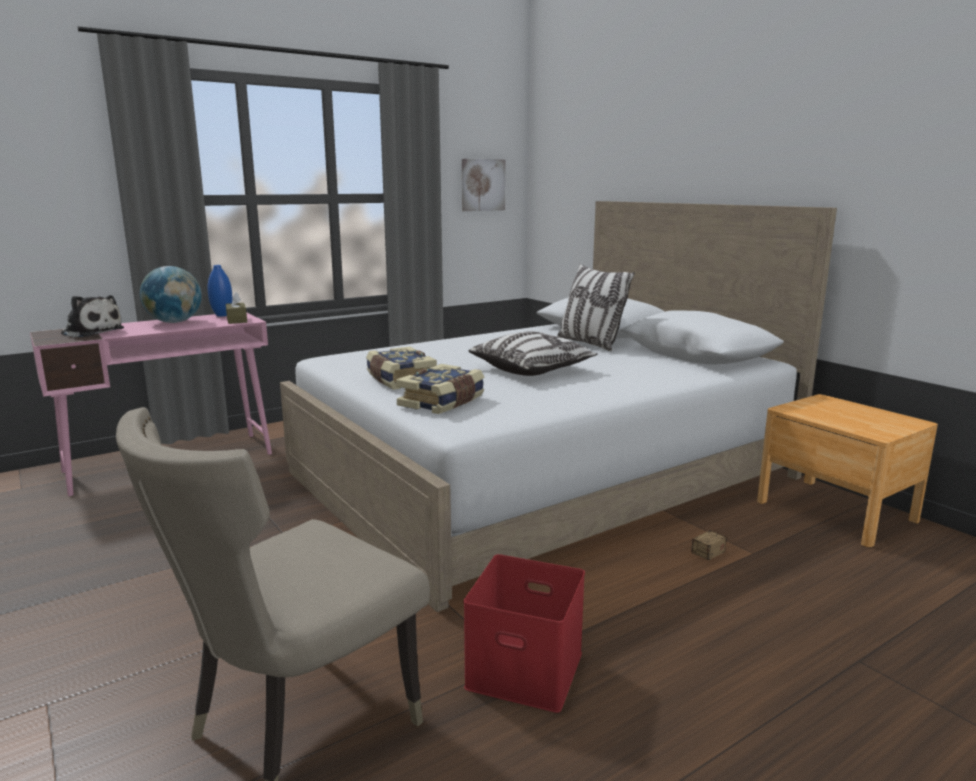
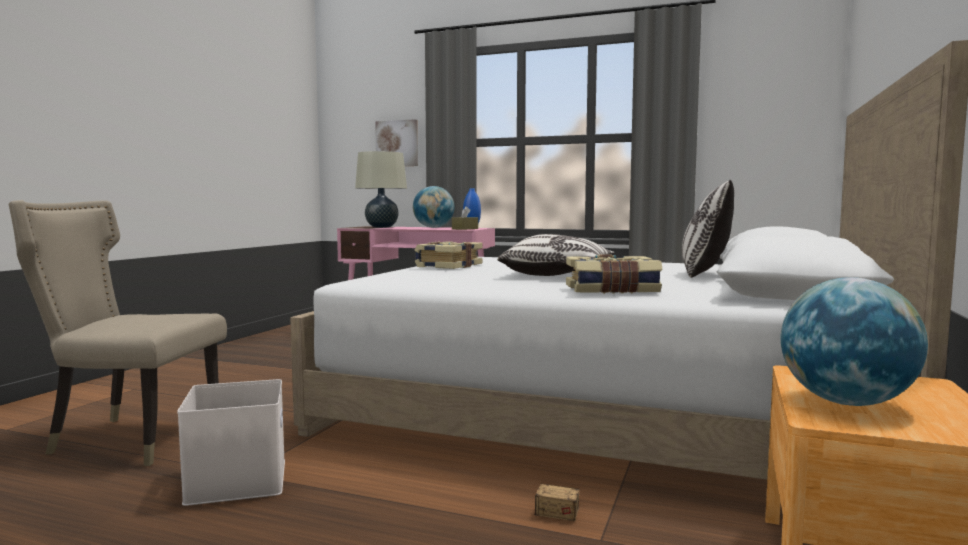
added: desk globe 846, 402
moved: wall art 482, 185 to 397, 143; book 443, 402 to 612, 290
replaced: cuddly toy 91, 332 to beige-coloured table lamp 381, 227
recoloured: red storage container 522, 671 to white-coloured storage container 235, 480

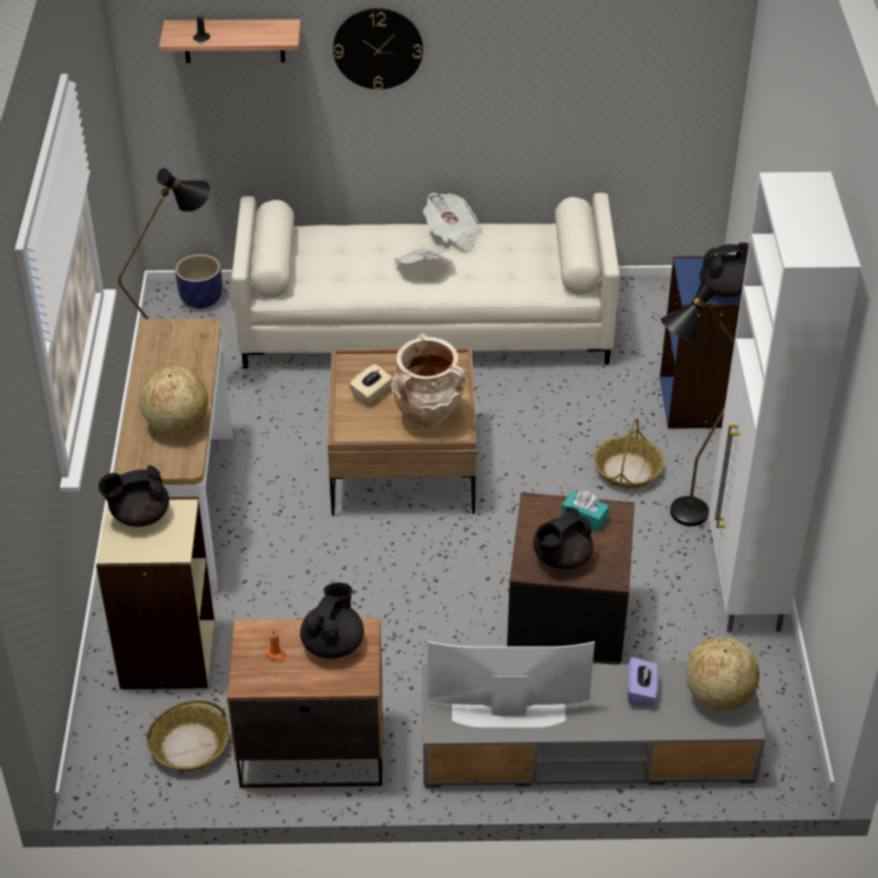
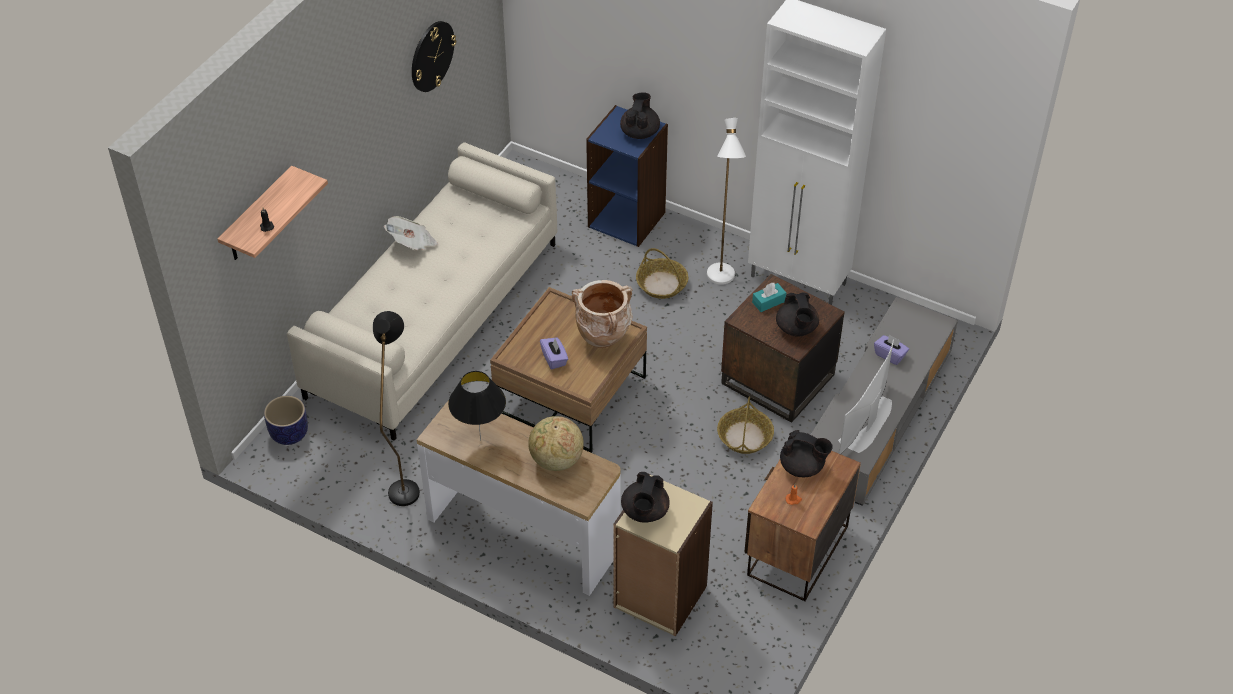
removed: printed paper 422, 267; desk globe 718, 696
added: blackish table lamp 480, 440
moved: hanging clock 378, 48 to 431, 56; basket 189, 746 to 745, 437
recoloured: blackish standard lamp 677, 518 to white-coloured standard lamp 721, 282; beige-coloured box of tissues 371, 394 to purplish box of tissues 554, 359
turned: blackish tea pot 333, 644 = 802, 467 150 degrees clockwise

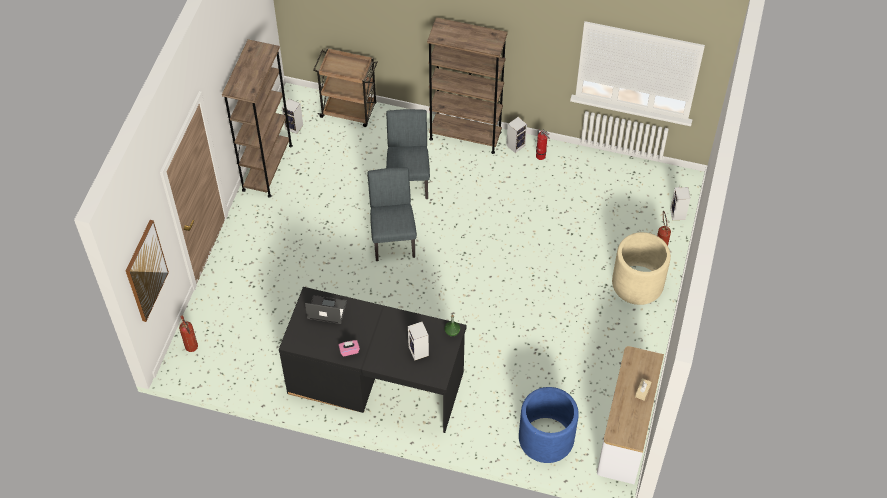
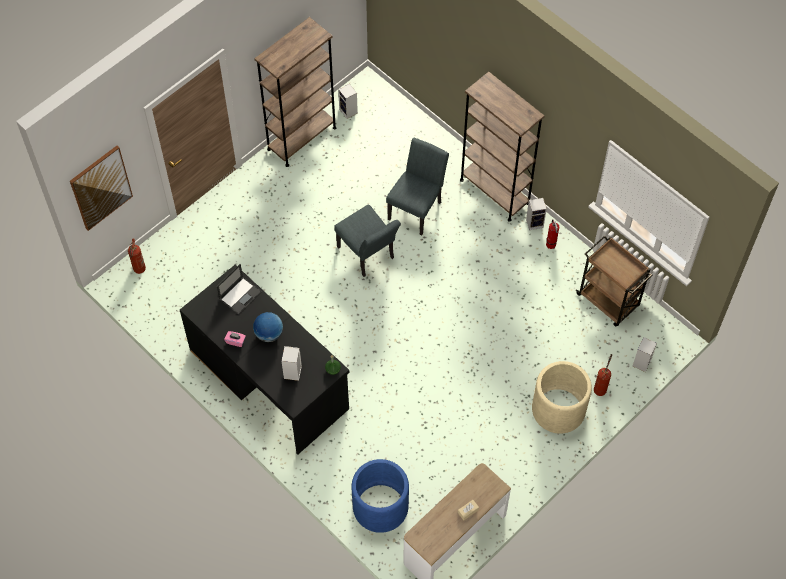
added: desk globe 269, 334
moved: brown-coloured cart 349, 111 to 608, 301
turned: greyish plain chair 393, 237 = 368, 255 120 degrees clockwise; notebook computer 326, 310 = 240, 295 90 degrees clockwise

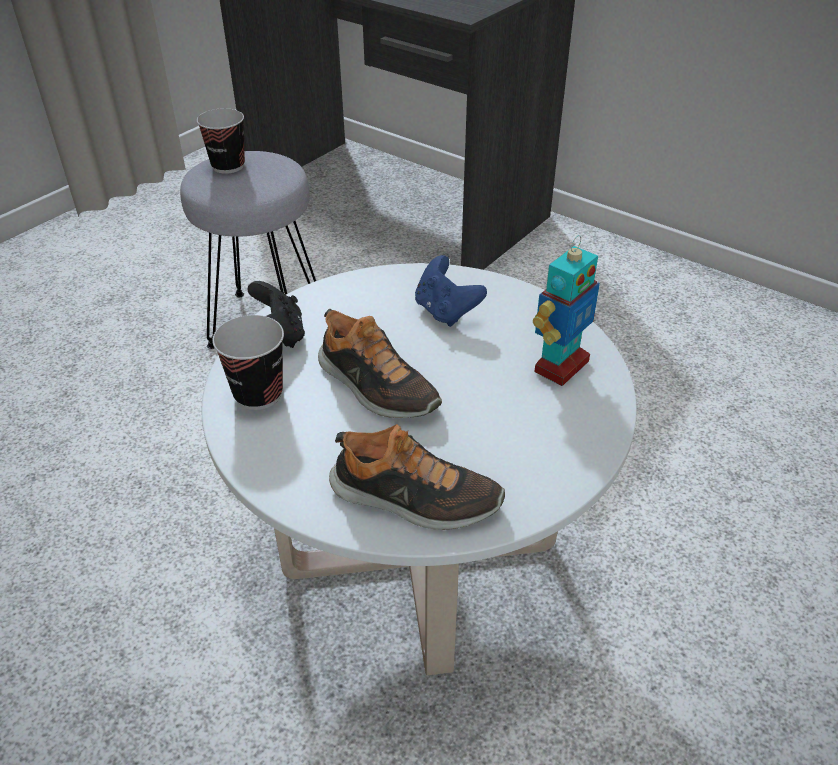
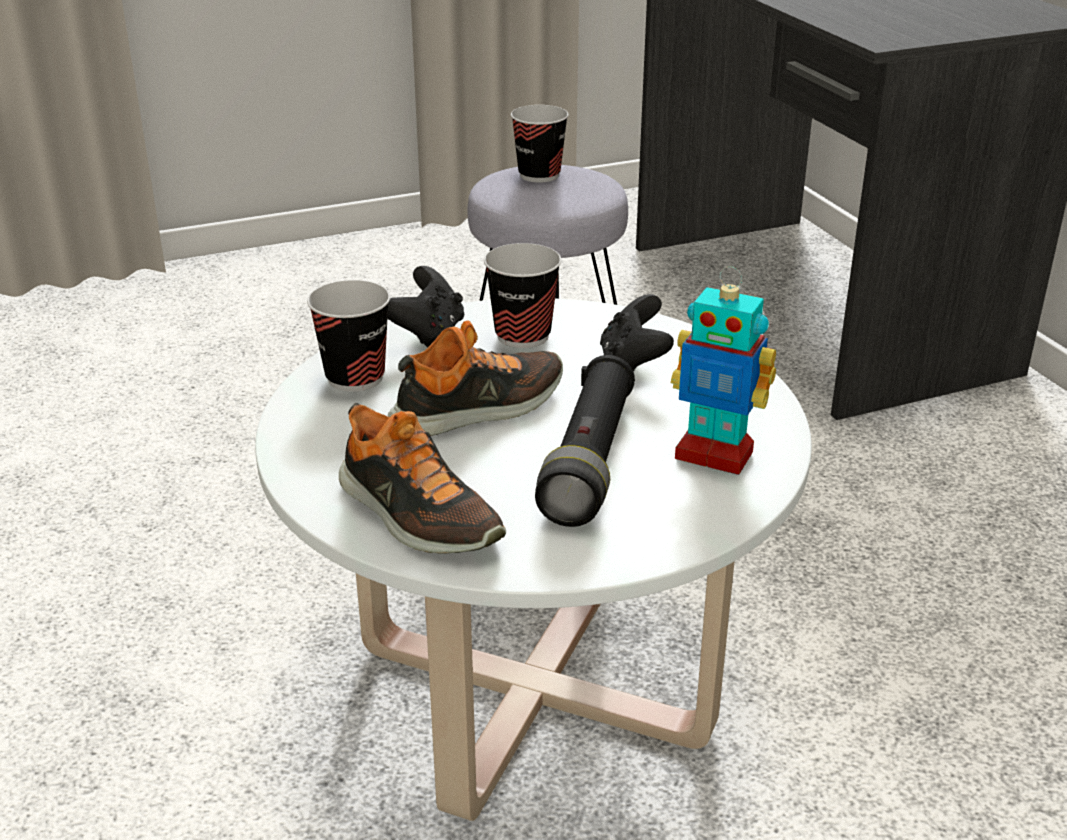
added: drinking cup 522, 336; blackish torch 589, 461
recoloured: blue-coloured joypad 446, 311 to blackish joypad 633, 364
turned: model robot 560, 366 = 714, 454 45 degrees clockwise; shoe 375, 387 = 480, 408 105 degrees counterclockwise

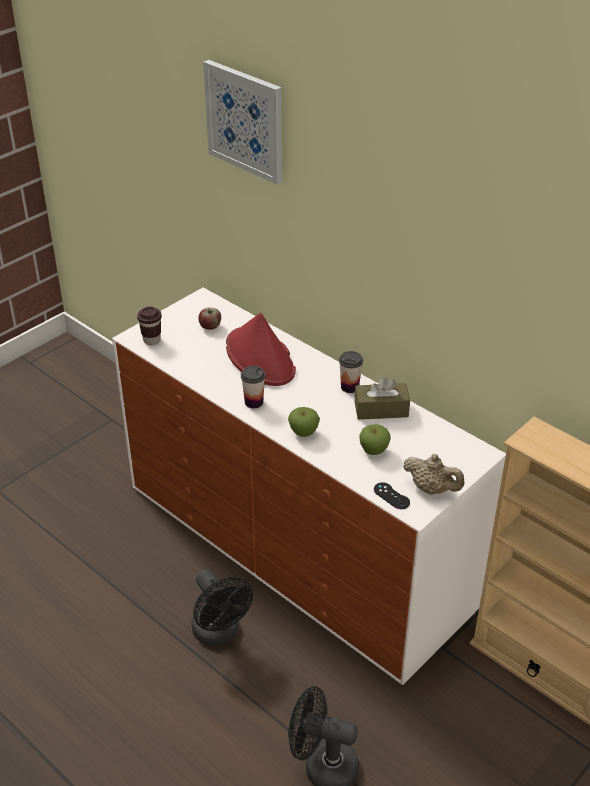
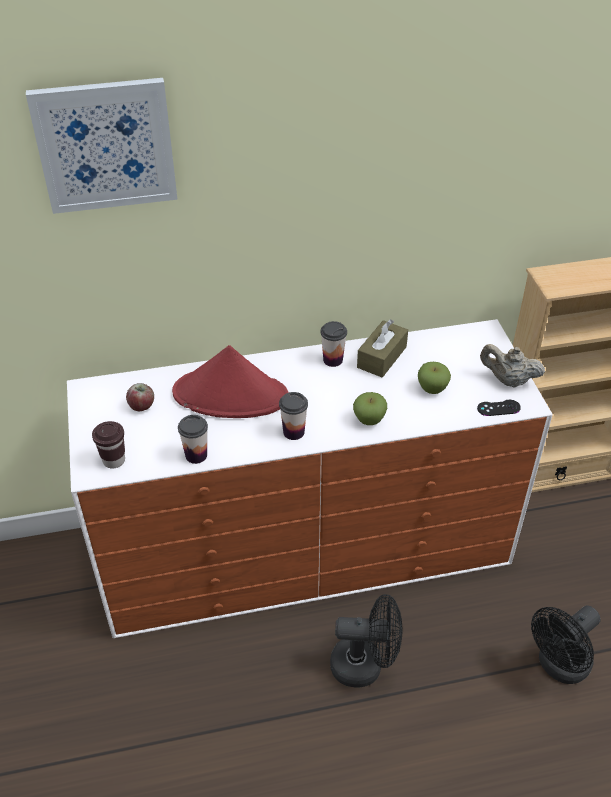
added: drinking cup 196, 455
turned: beige-coloured tea pot 432, 489 = 508, 380 135 degrees counterclockwise

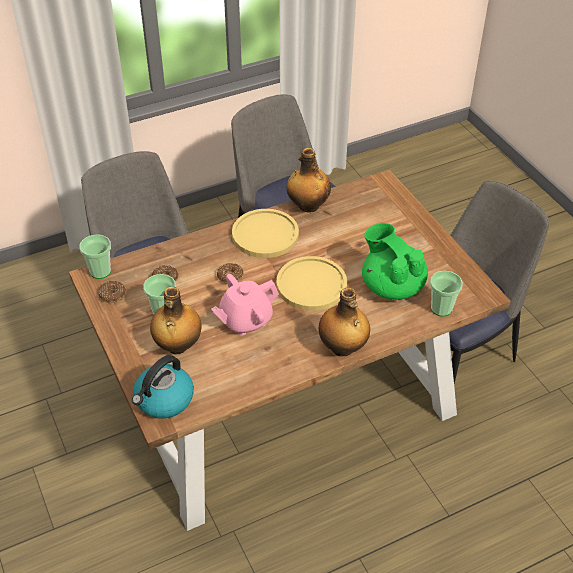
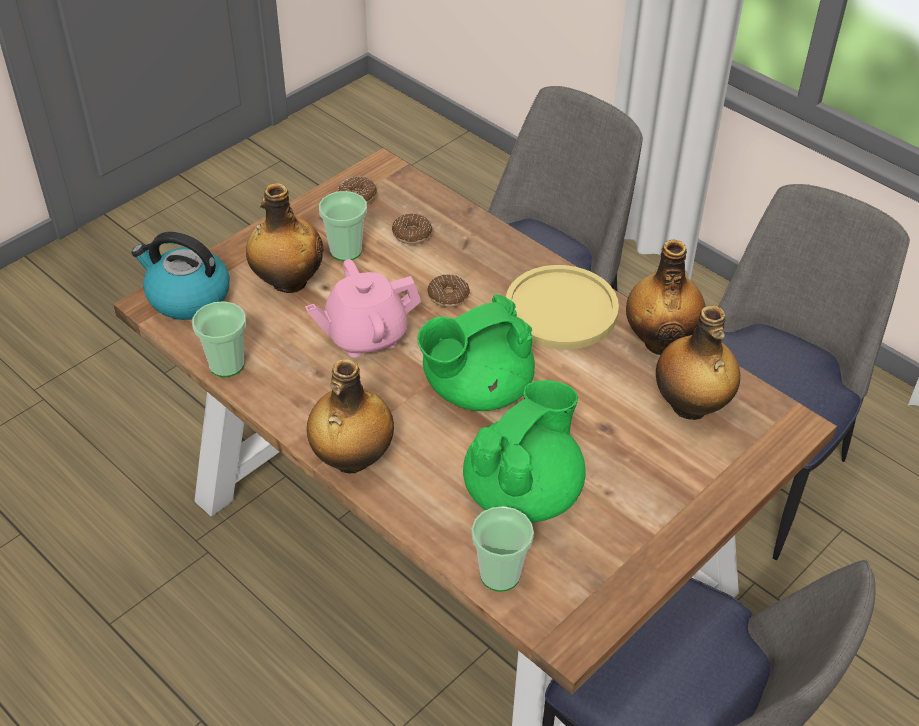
added: drink bottle 690, 407
moved: drinking cup 100, 271 to 226, 365
replaced: yellow dinner plate 311, 284 to green-coloured tea pot 475, 390
turned: pinkish tea pot 245, 320 = 365, 336 60 degrees counterclockwise

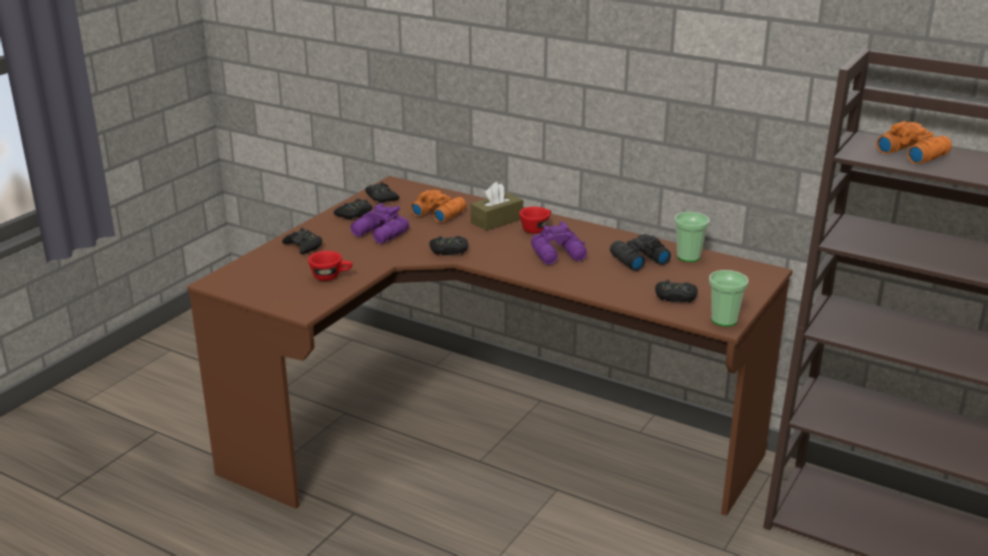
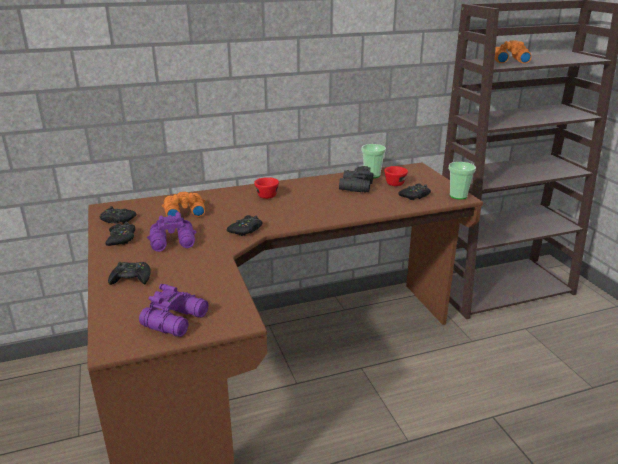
removed: brown-coloured box of tissues 496, 220
moved: purplish field glasses 559, 255 to 177, 320; red drinking cup 331, 276 to 396, 183

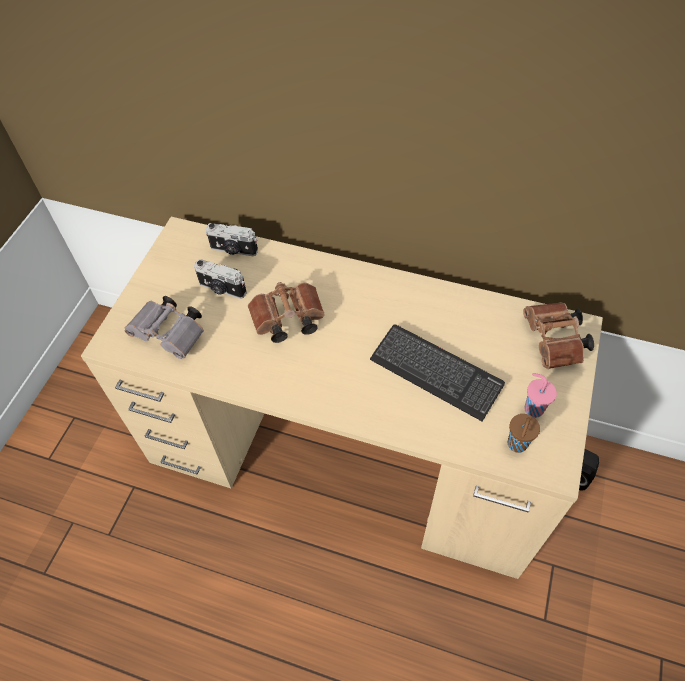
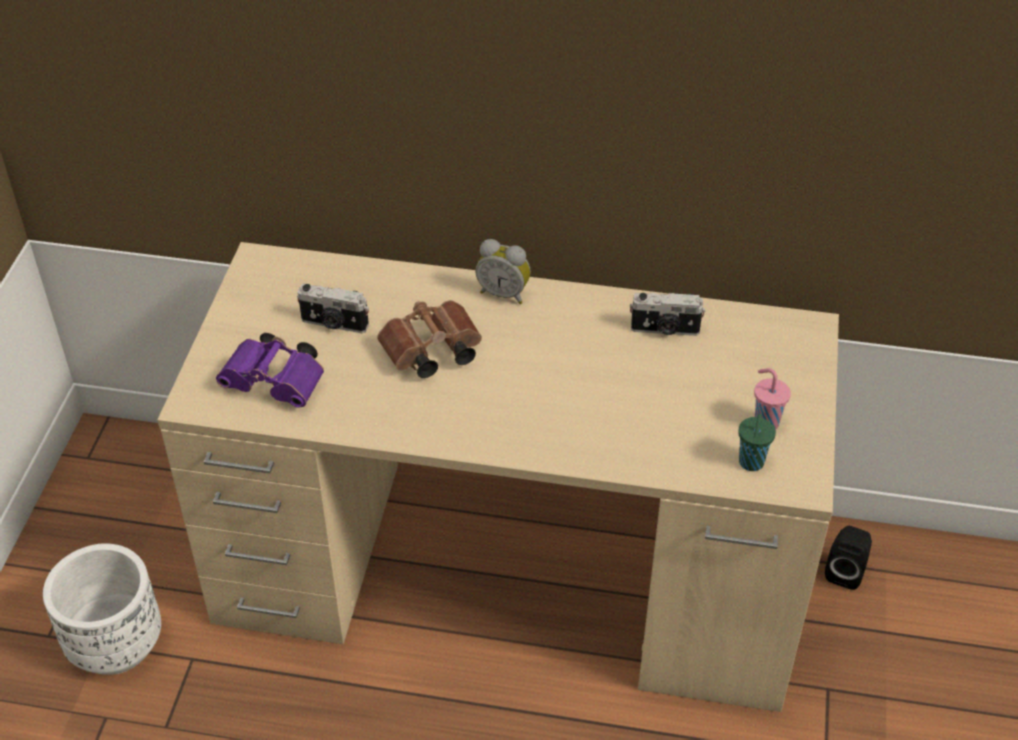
removed: brown-coloured field glasses 554, 343; keyboard 435, 373
added: bedside clock 504, 293; white-coloured flower pot 116, 645
moved: photo camera 233, 250 to 665, 330
recoloured: greyish field glasses 171, 335 to purplish field glasses 277, 384; brown-coloured drinking cup 516, 445 to green-coloured drinking cup 751, 463

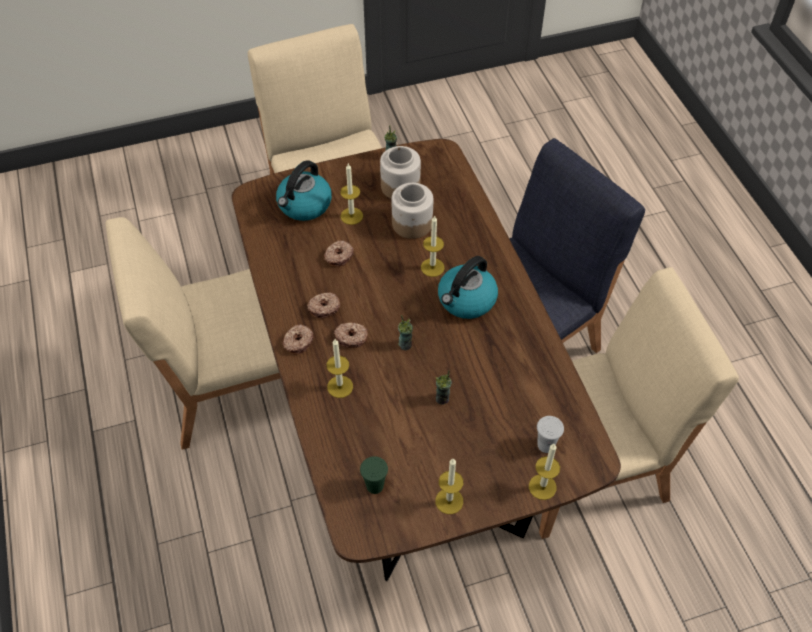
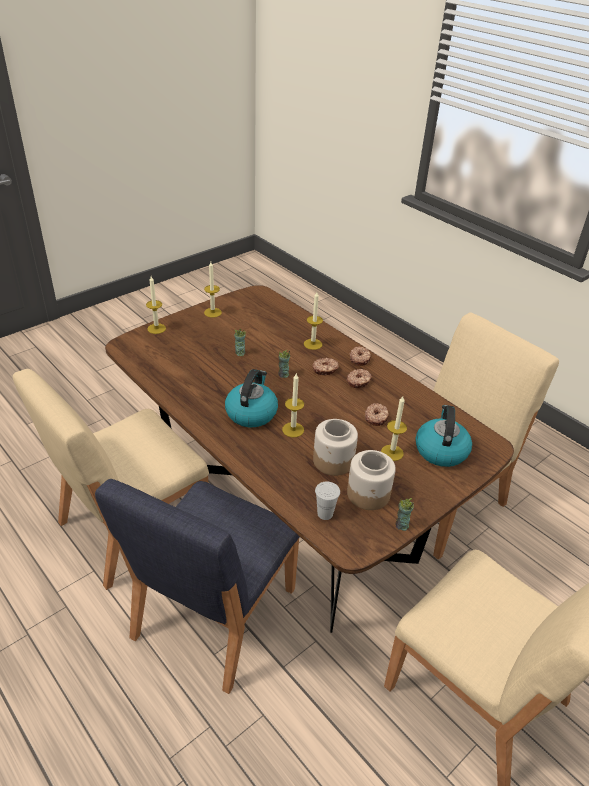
removed: green-coloured drinking cup 375, 486
moved: white-coloured drinking cup 545, 445 to 325, 514

